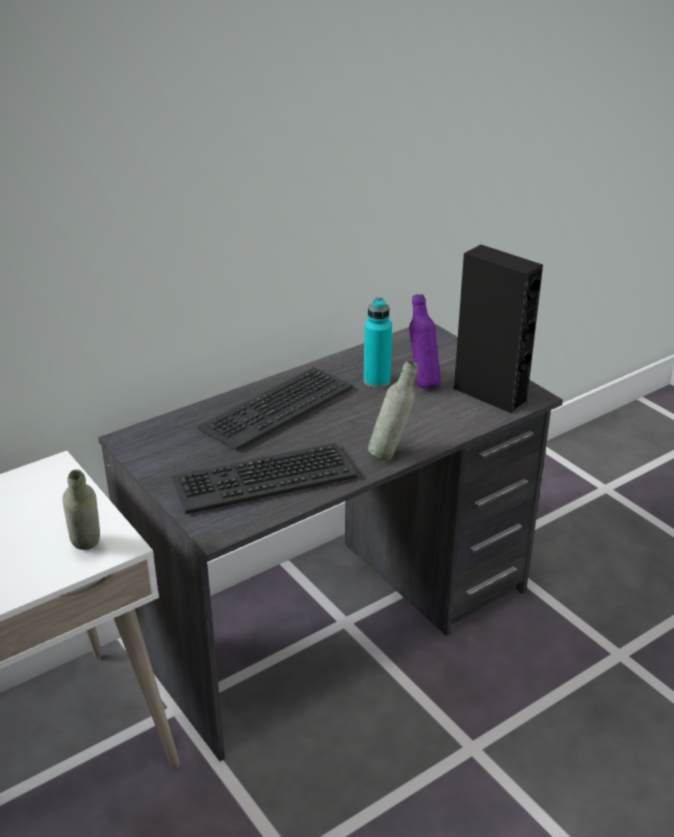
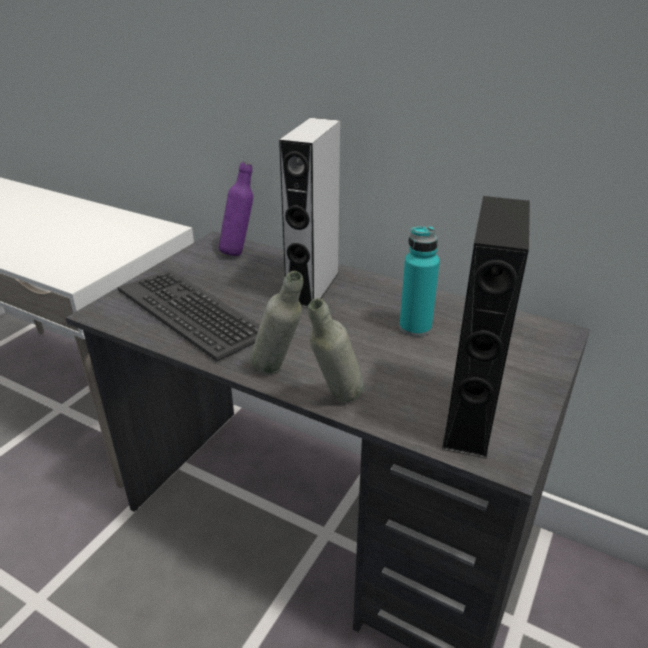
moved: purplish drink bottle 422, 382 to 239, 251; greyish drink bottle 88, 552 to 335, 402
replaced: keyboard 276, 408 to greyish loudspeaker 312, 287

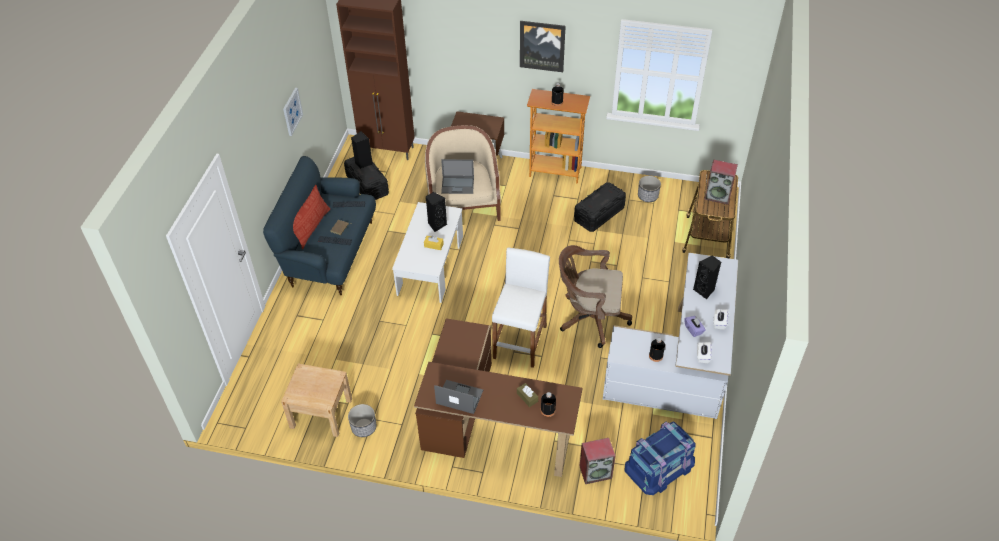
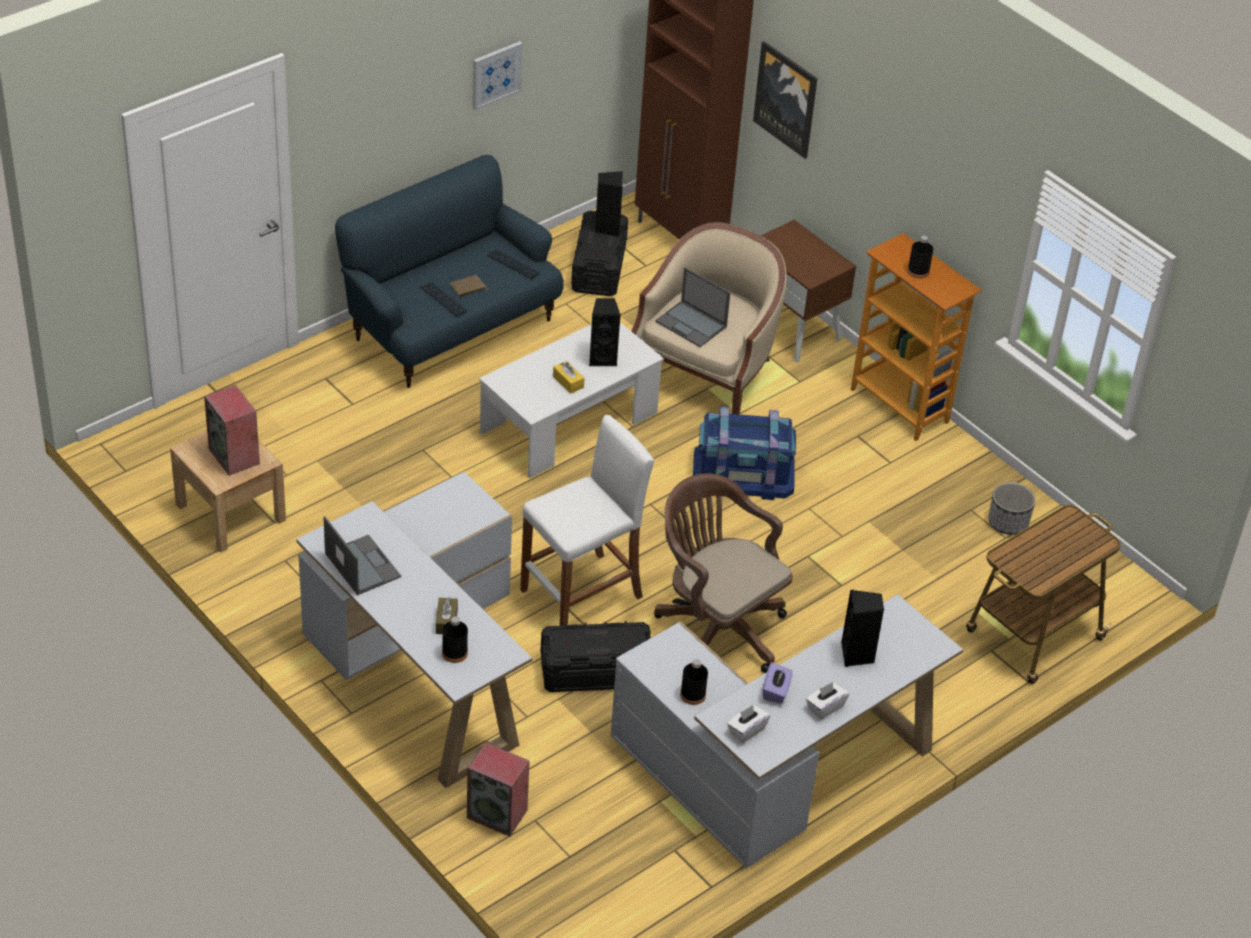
removed: pillow 312, 227; flower pot 363, 427
moved: wall art 542, 46 to 786, 99; loudspeaker 718, 195 to 235, 456; blackish storage container 599, 214 to 596, 672; blue-coloured storage container 659, 465 to 743, 473
recoloured: brown-coloured desk 488, 425 to white-coloured desk 421, 664

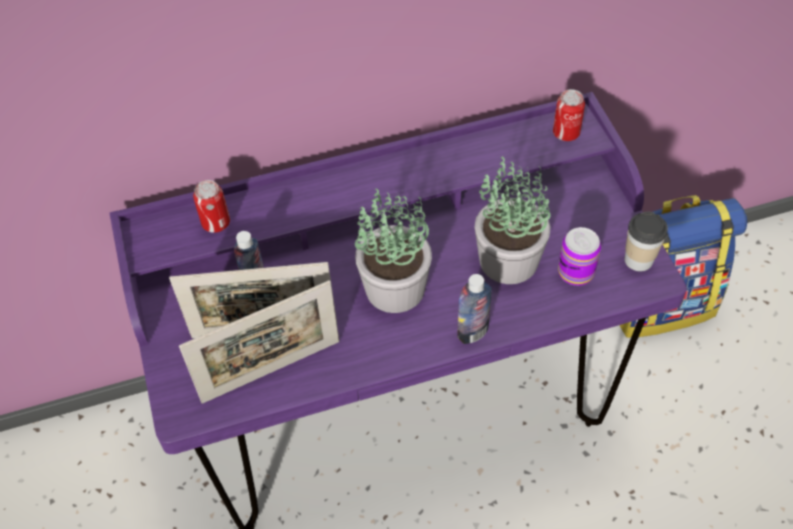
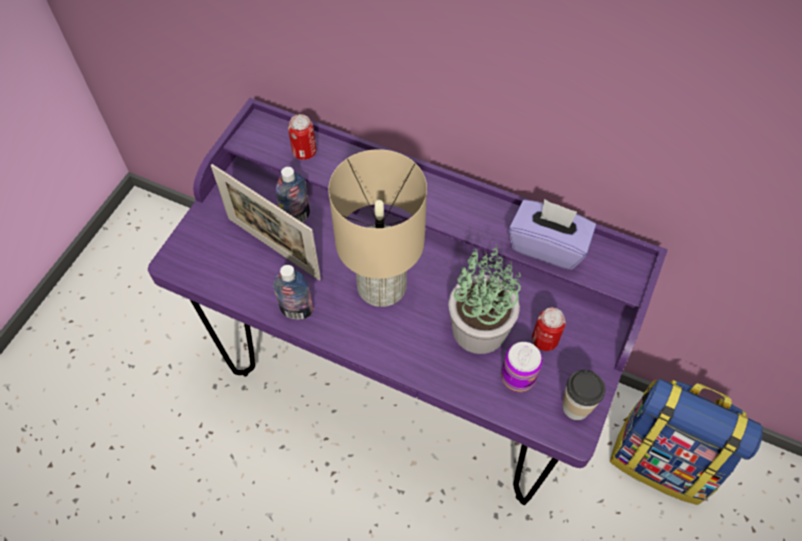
removed: picture frame 271, 371
added: purplish box of tissues 547, 245
moved: can 566, 133 to 544, 340; drink bottle 473, 332 to 297, 311
replaced: plant in a pot 396, 287 to beige-coloured table lamp 383, 286

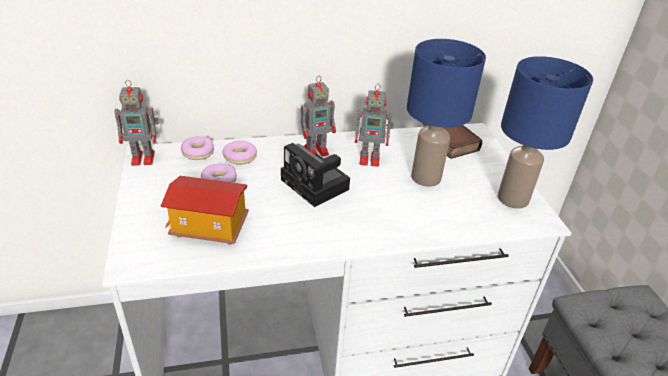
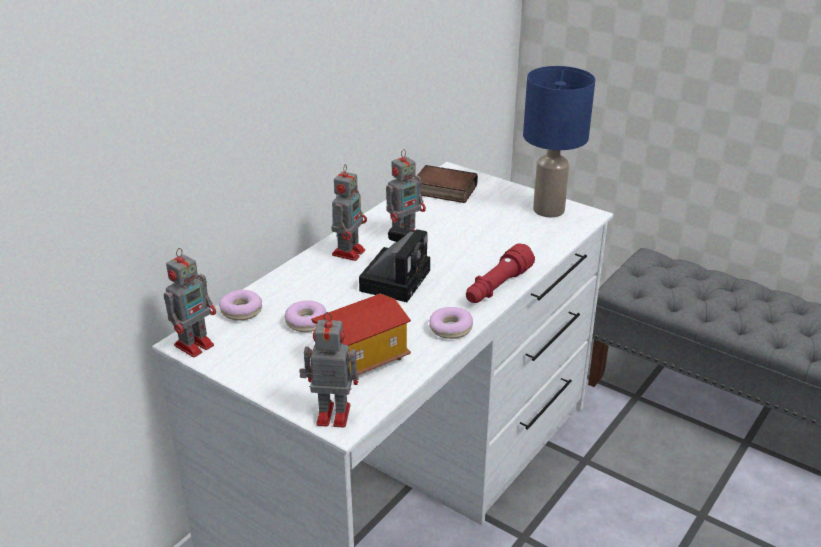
removed: blue-coloured table lamp 426, 177
added: red torch 497, 287; model robot 331, 414
moved: donut 240, 157 to 450, 329
turned: photo camera 317, 186 = 395, 279 75 degrees counterclockwise

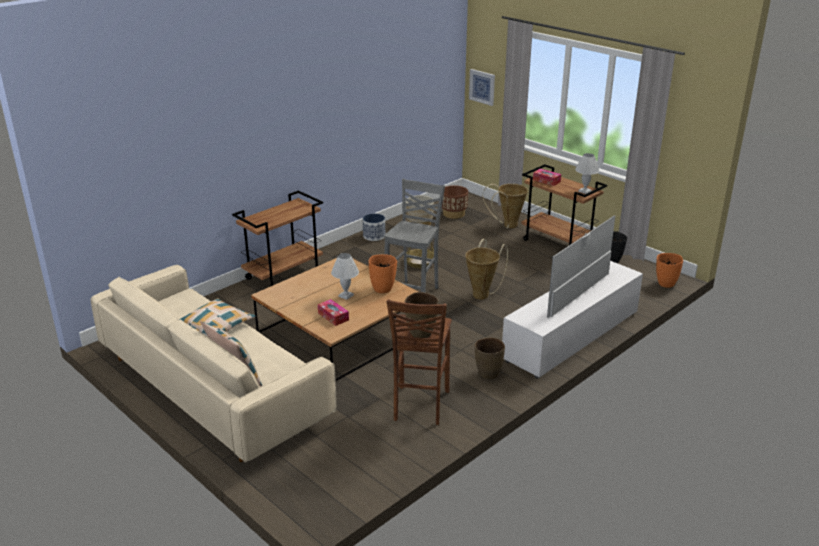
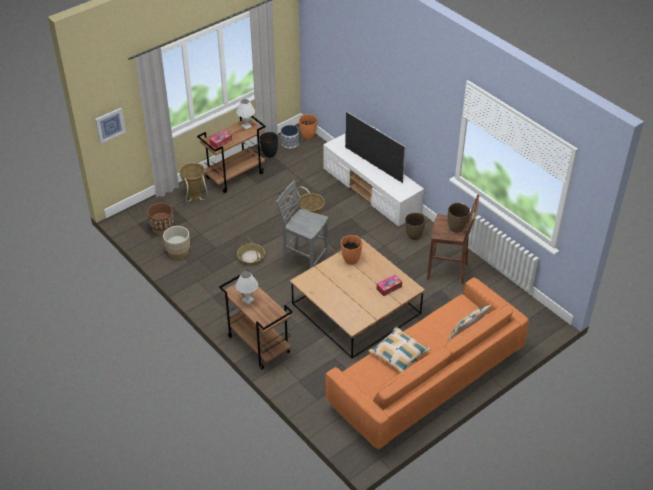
moved: flower pot 374, 236 to 289, 143; white-coloured table lamp 346, 296 to 248, 300
recoloured: beige-coloured settee 213, 387 to orange-coloured settee 425, 379

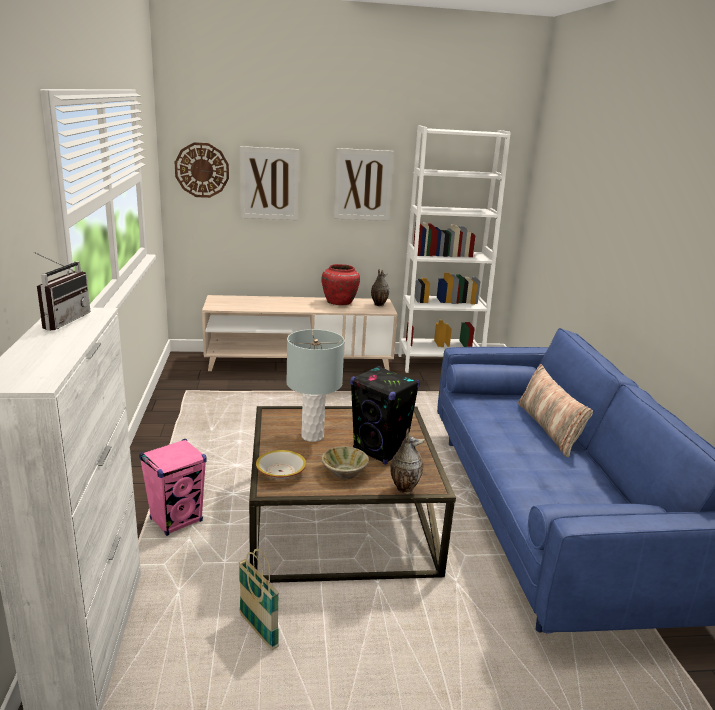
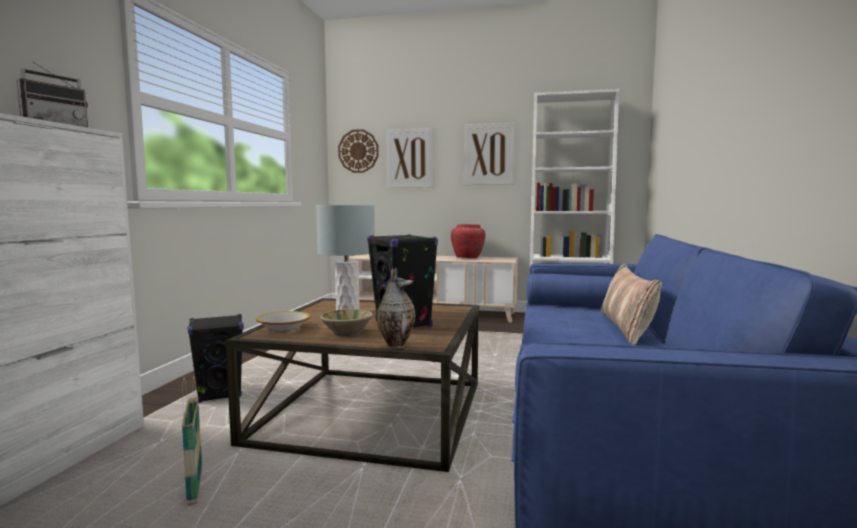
removed: decorative vase 378, 304
recoloured: pinkish loudspeaker 176, 520 to blackish loudspeaker 220, 394

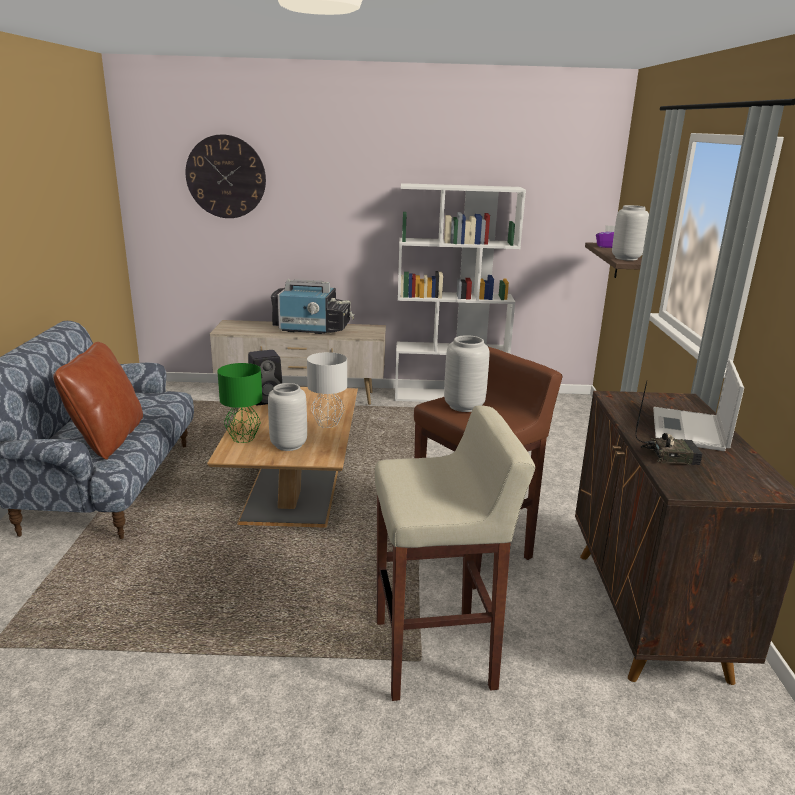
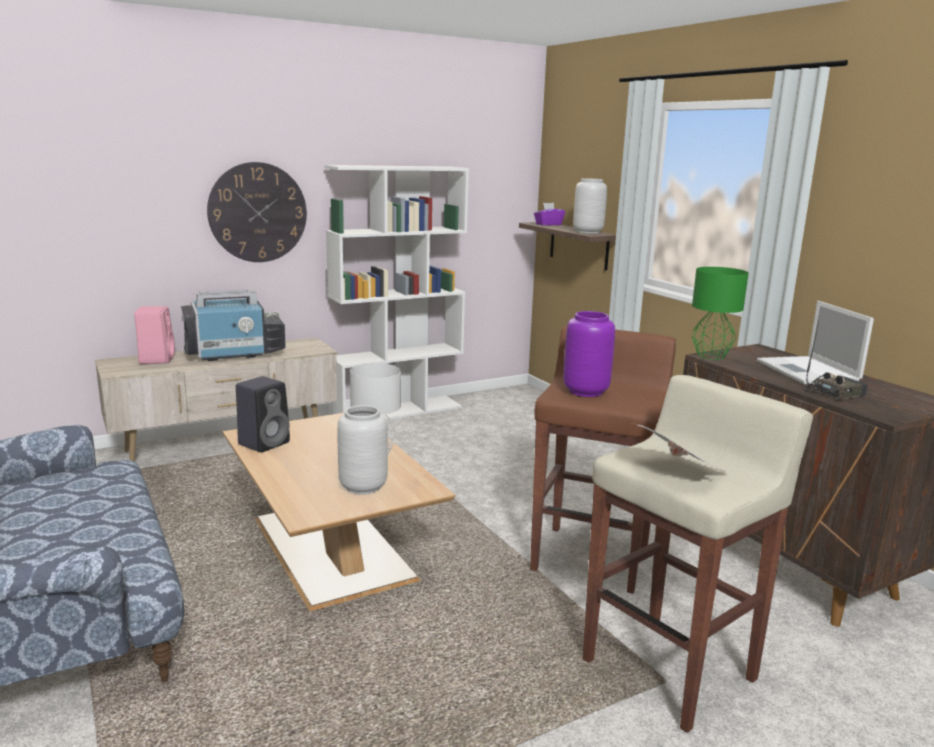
removed: brown-coloured pillow 108, 440
added: pinkish loudspeaker 157, 359; printed paper 678, 472
moved: hanging clock 226, 177 to 258, 212; green-coloured table lamp 242, 438 to 711, 356
recoloured: greyish decorative vase 464, 406 to purplish decorative vase 586, 392

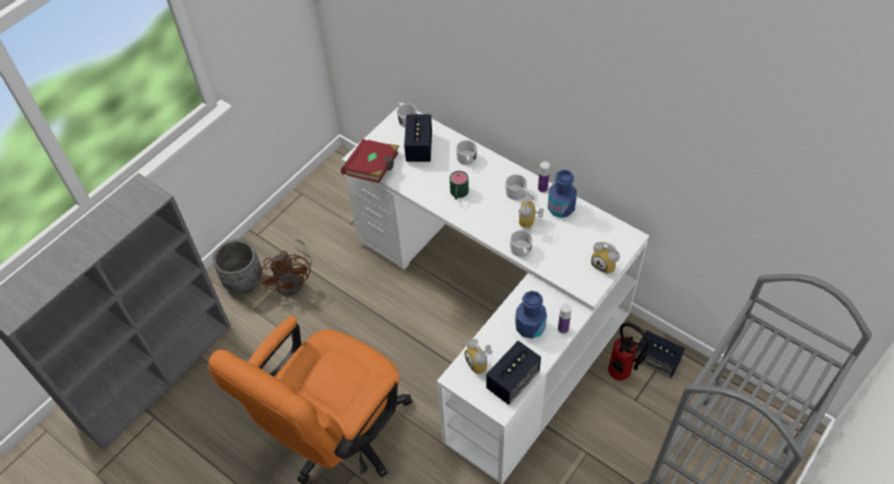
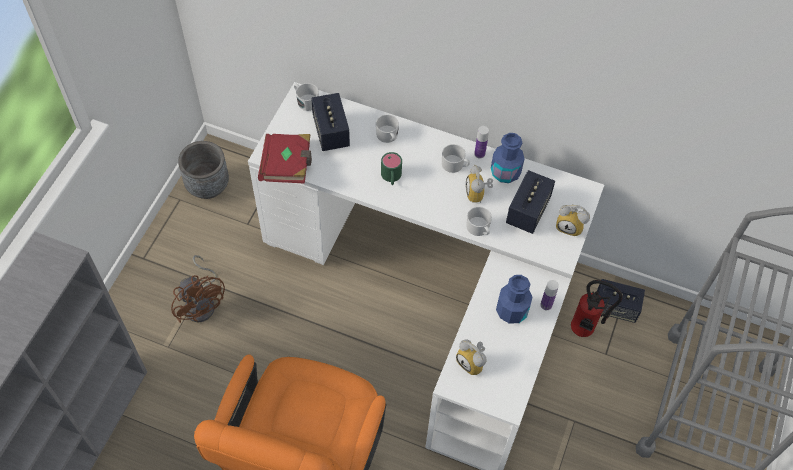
moved: greyish flower pot 243, 281 to 208, 186; loudspeaker 512, 381 to 528, 211

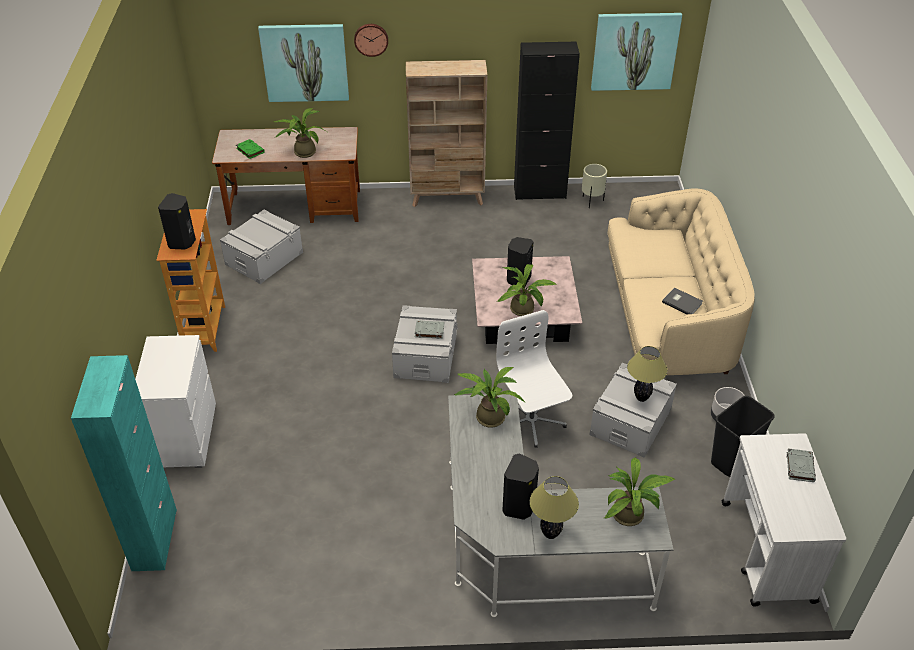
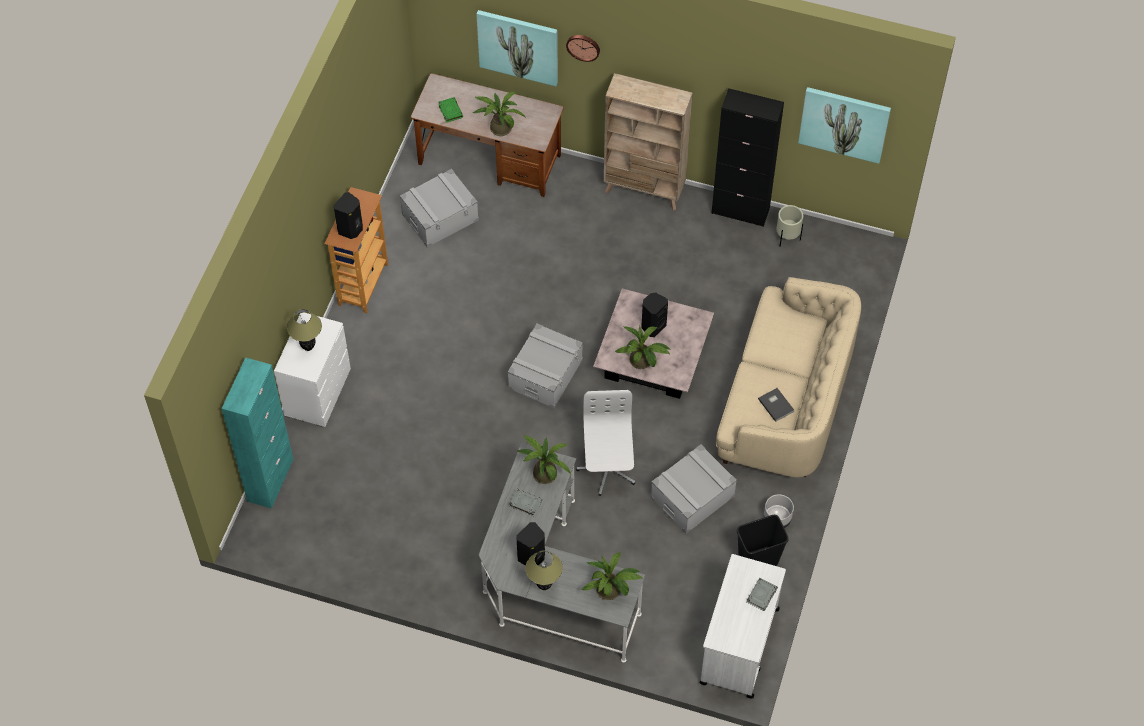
moved: greyish book 429, 331 to 525, 503; table lamp 641, 398 to 308, 347

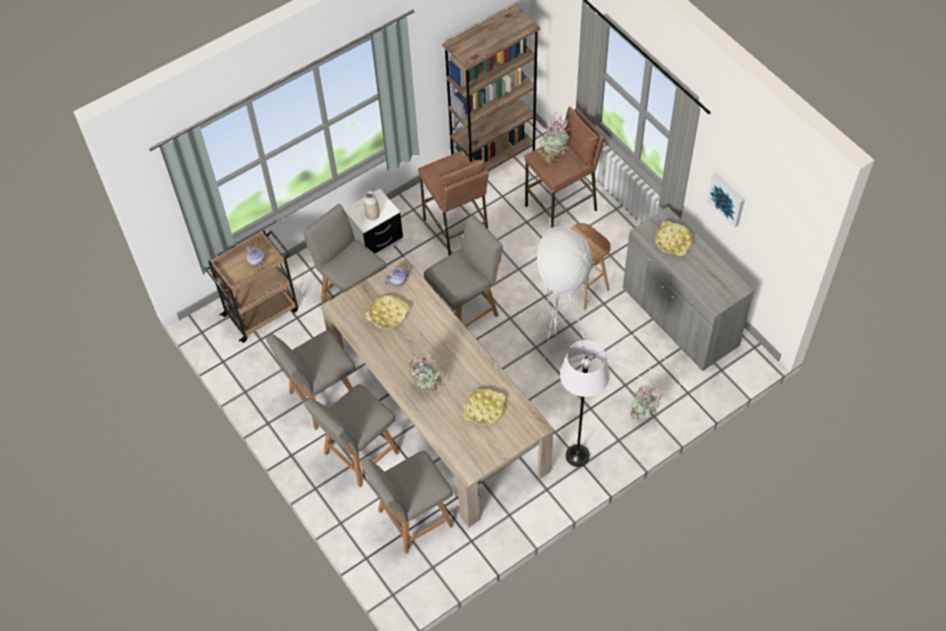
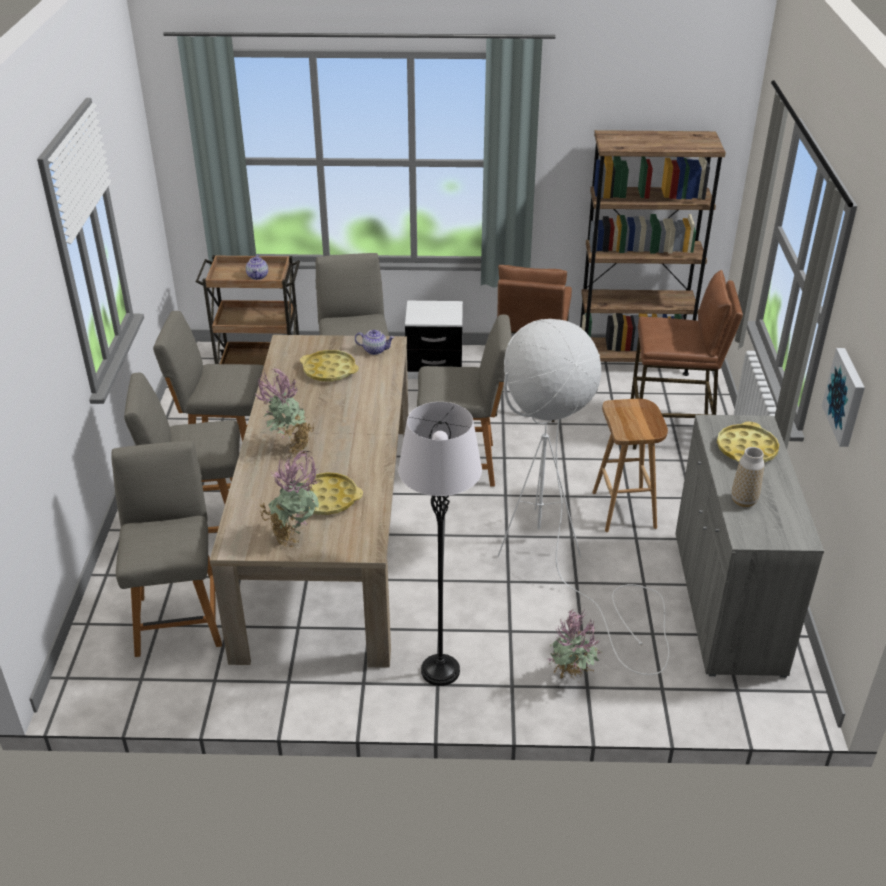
moved: plant in a pot 552, 157 to 295, 536; decorative vase 372, 215 to 743, 501
turned: greyish plain chair 412, 519 = 179, 618 75 degrees clockwise

